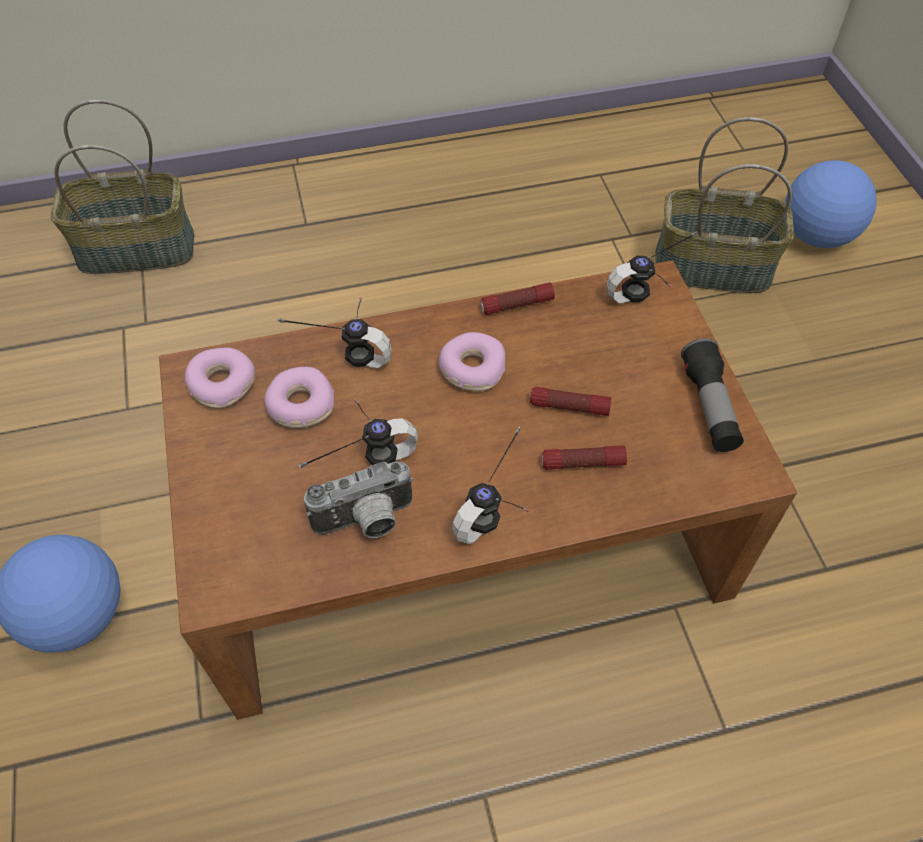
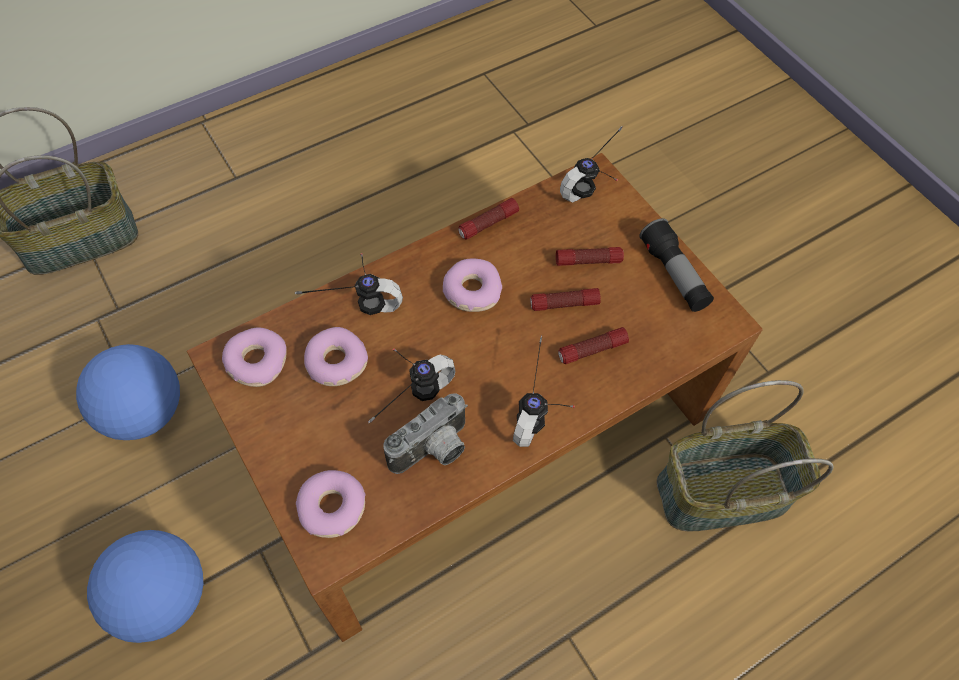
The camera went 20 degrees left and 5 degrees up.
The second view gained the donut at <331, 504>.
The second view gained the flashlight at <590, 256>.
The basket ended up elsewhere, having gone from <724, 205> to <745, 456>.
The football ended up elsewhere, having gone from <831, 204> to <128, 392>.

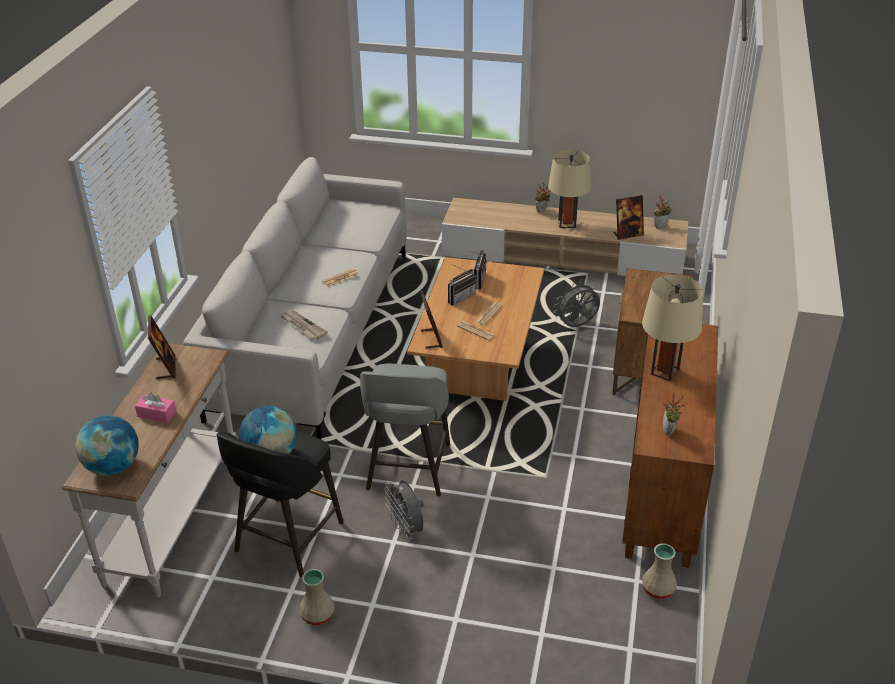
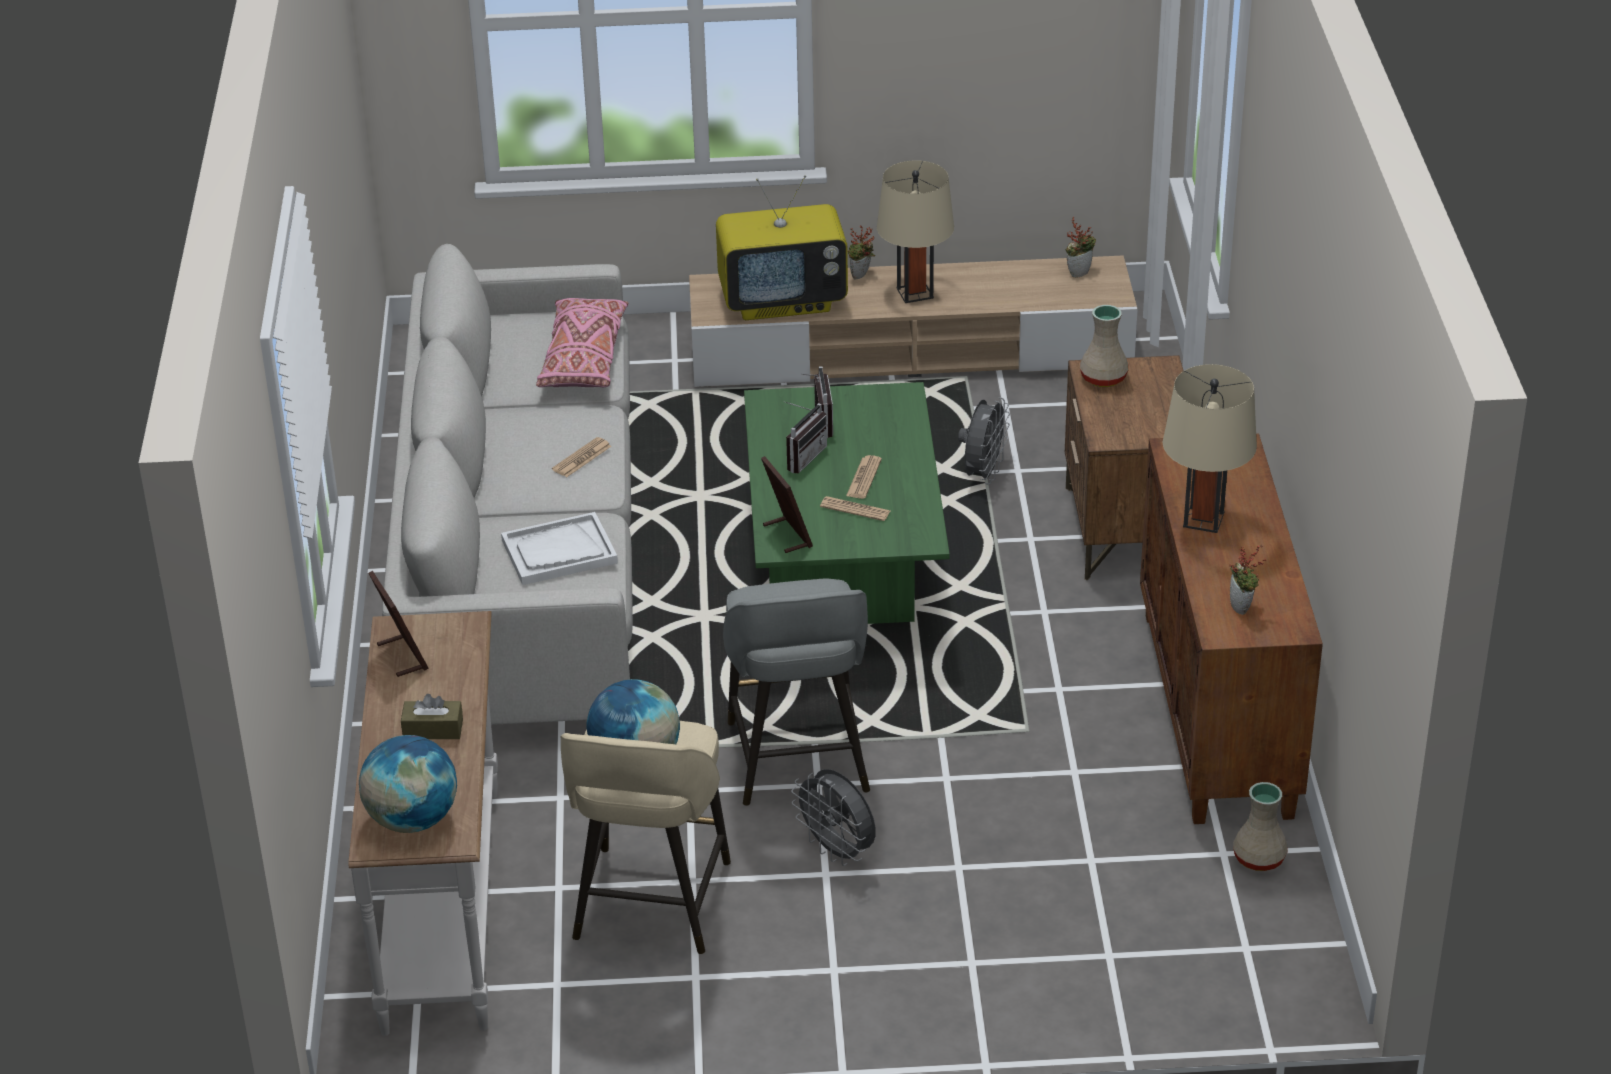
The camera went 15 degrees left and 0 degrees up.
The second view lost the picture frame at <628, 217>.
The second view gained the pink pillow at <582, 342>.
The second view gained the television at <782, 247>.
The beige vase ended up elsewhere, having gone from <317, 597> to <1104, 346>.
Where the newspaper stood at <304, 325>, the white tray came to stand at <559, 548>.
What was the pink tissue box at <155, 408> turned into the brown tissue box at <432, 716>.
What was the black stool at <280, 504> turned into the beige stool at <645, 837>.
What was the brown coffee table at <475, 329> turned into the green coffee table at <847, 503>.
The grey fan at <577, 304> ended up facing another way, 150 degrees clockwise from before.

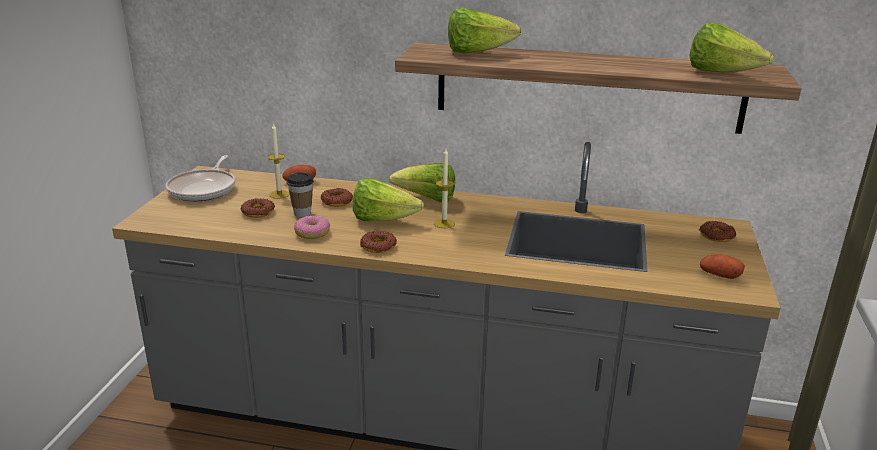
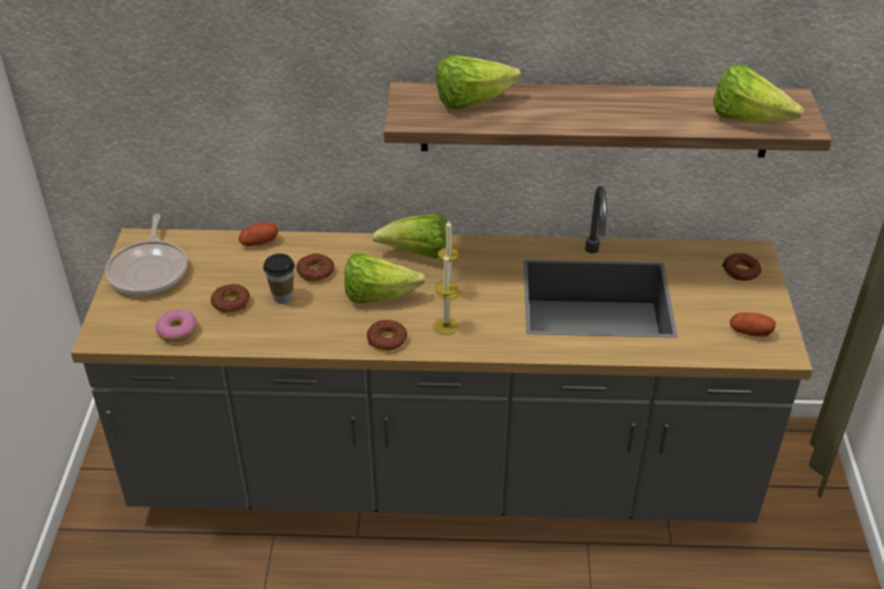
The camera went 10 degrees left and 15 degrees up.
The candle ended up elsewhere, having gone from <279, 161> to <446, 294>.
The donut ended up elsewhere, having gone from <312, 227> to <176, 326>.

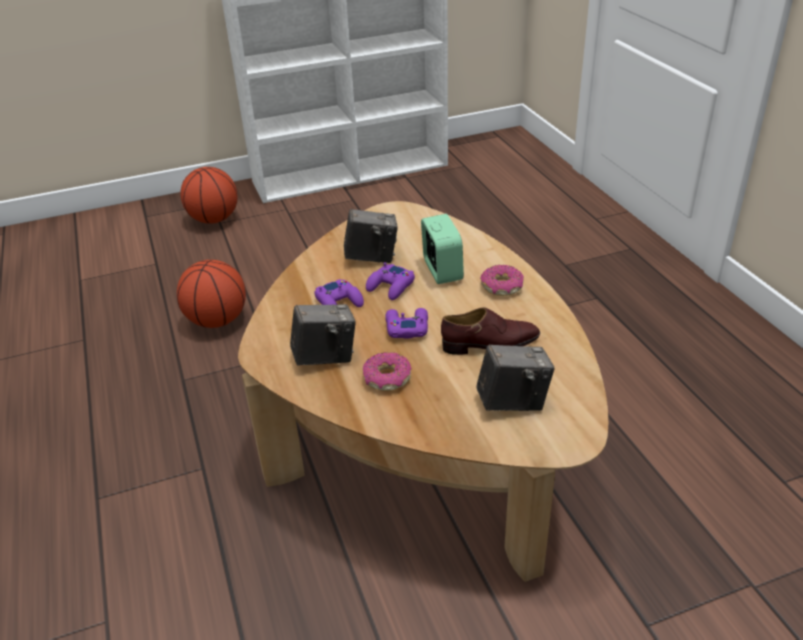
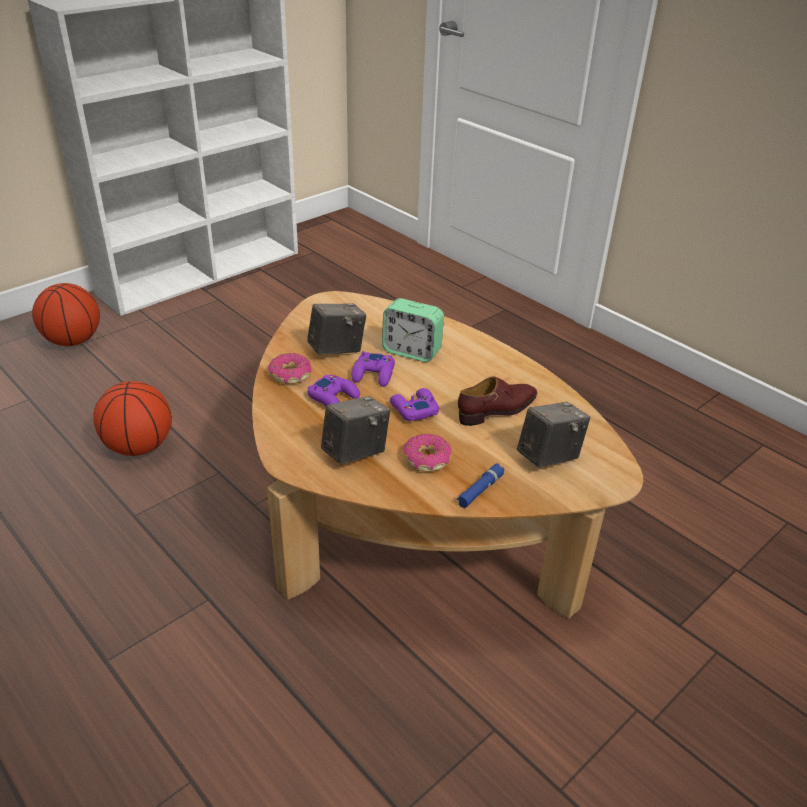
The camera went 25 degrees left and 0 degrees up.
The second view gained the blue flashlight at <480, 485>.
The donut ended up elsewhere, having gone from <502, 280> to <289, 368>.
The alarm clock at <442, 249> ended up facing another way, 150 degrees clockwise from before.

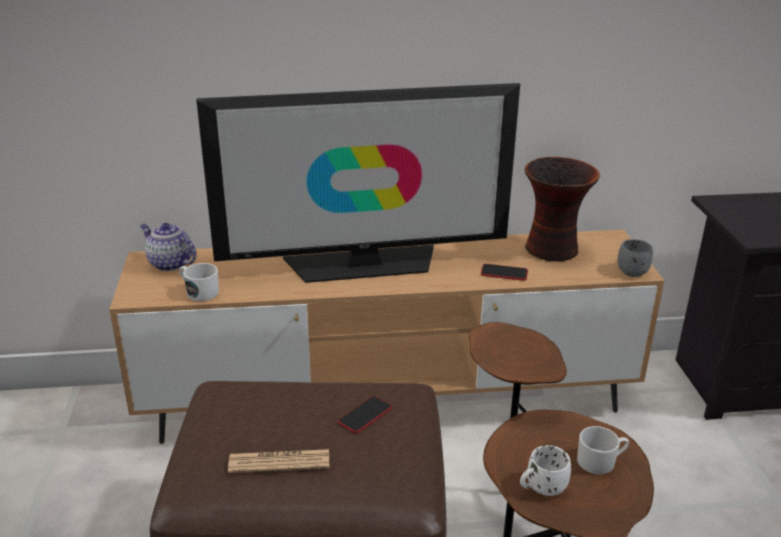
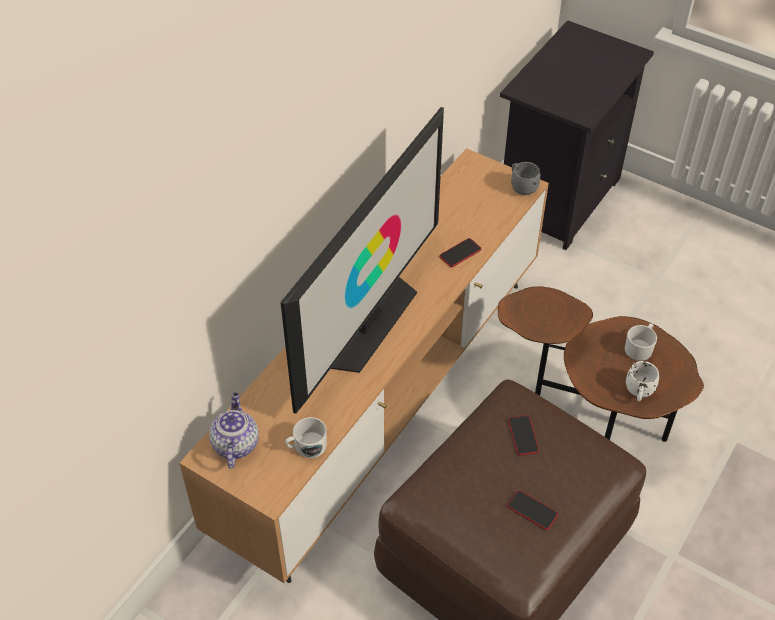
The camera went 50 degrees left and 20 degrees up.
The second view lost the vase at <562, 209>.
Where the newspaper stood at <278, 461>, the phone came to stand at <532, 510>.
The teapot at <168, 247> ended up facing another way, 105 degrees clockwise from before.

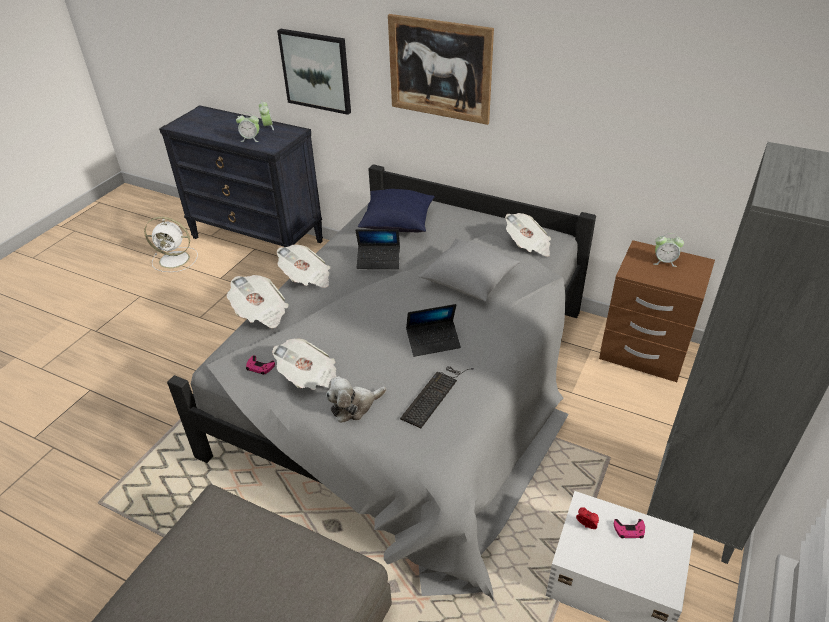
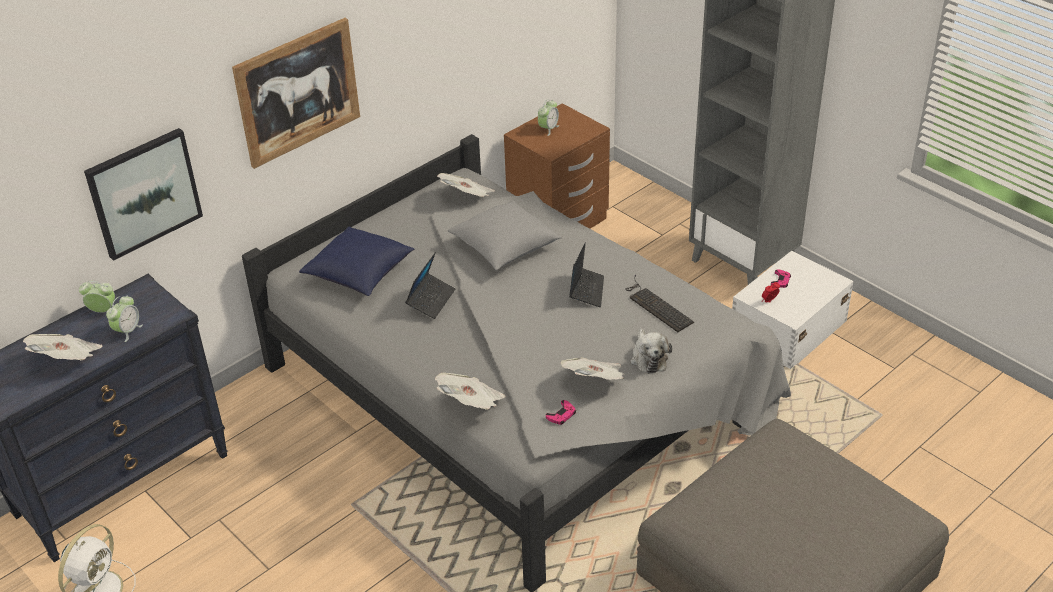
The camera went 70 degrees left and 0 degrees up.
The newspaper ended up elsewhere, having gone from <303, 266> to <62, 347>.

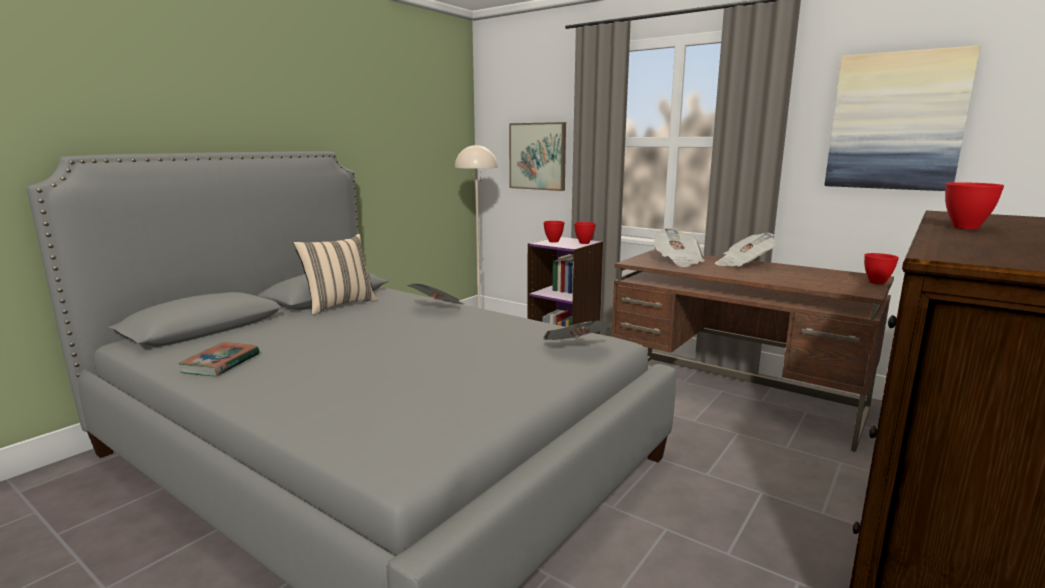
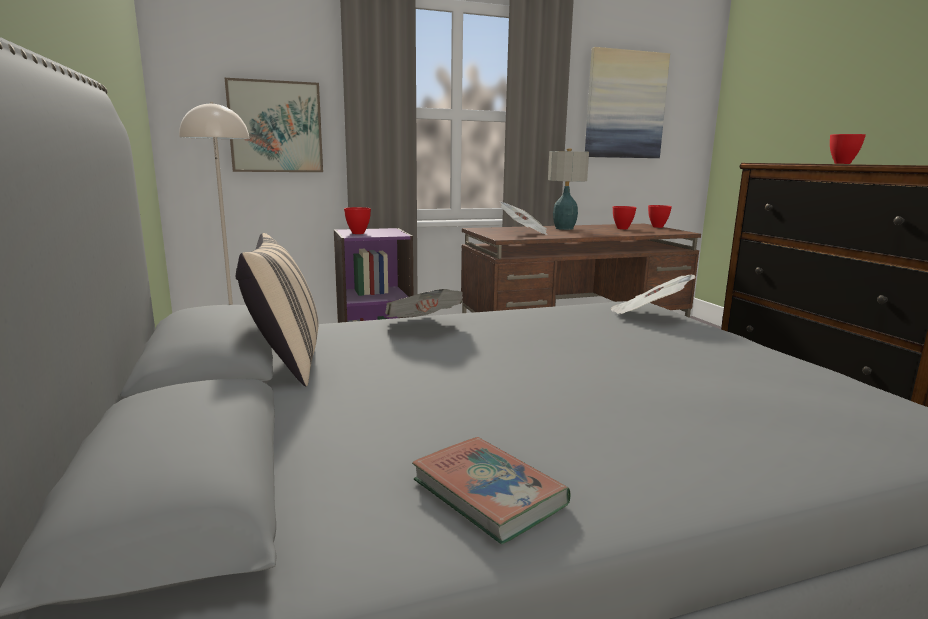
The camera went 55 degrees left and 0 degrees up.
The red bowl ended up elsewhere, having gone from <585, 233> to <624, 217>.
Where the newspaper stood at <745, 250>, the table lamp came to stand at <568, 189>.

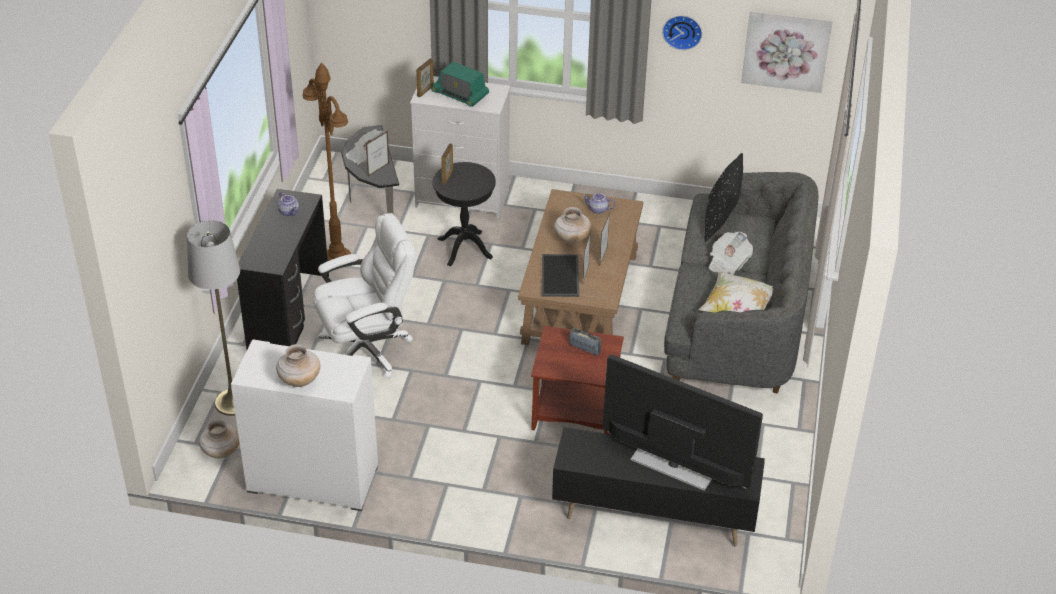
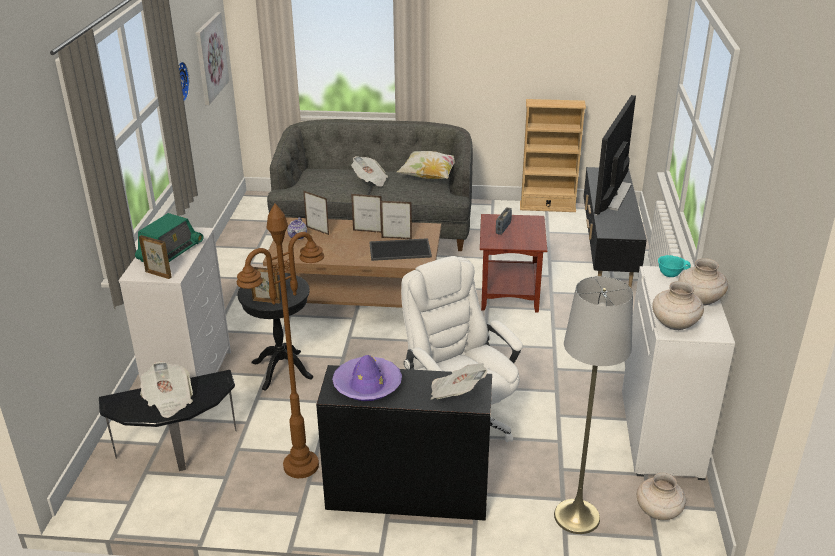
The camera went 95 degrees left and 10 degrees down.
The second view lost the black pillow at <723, 197>.
The second view gained the newspaper at <459, 381>.
The second view gained the beige bookcase at <553, 155>.
The second view gained the turquoise bowl at <674, 266>.
The picture frame ended up elsewhere, having gone from <377, 153> to <316, 213>.
The beige vase ended up elsewhere, having gone from <572, 225> to <678, 305>.
Where the teapot stood at <288, 204>, the purple hat came to stand at <367, 378>.

